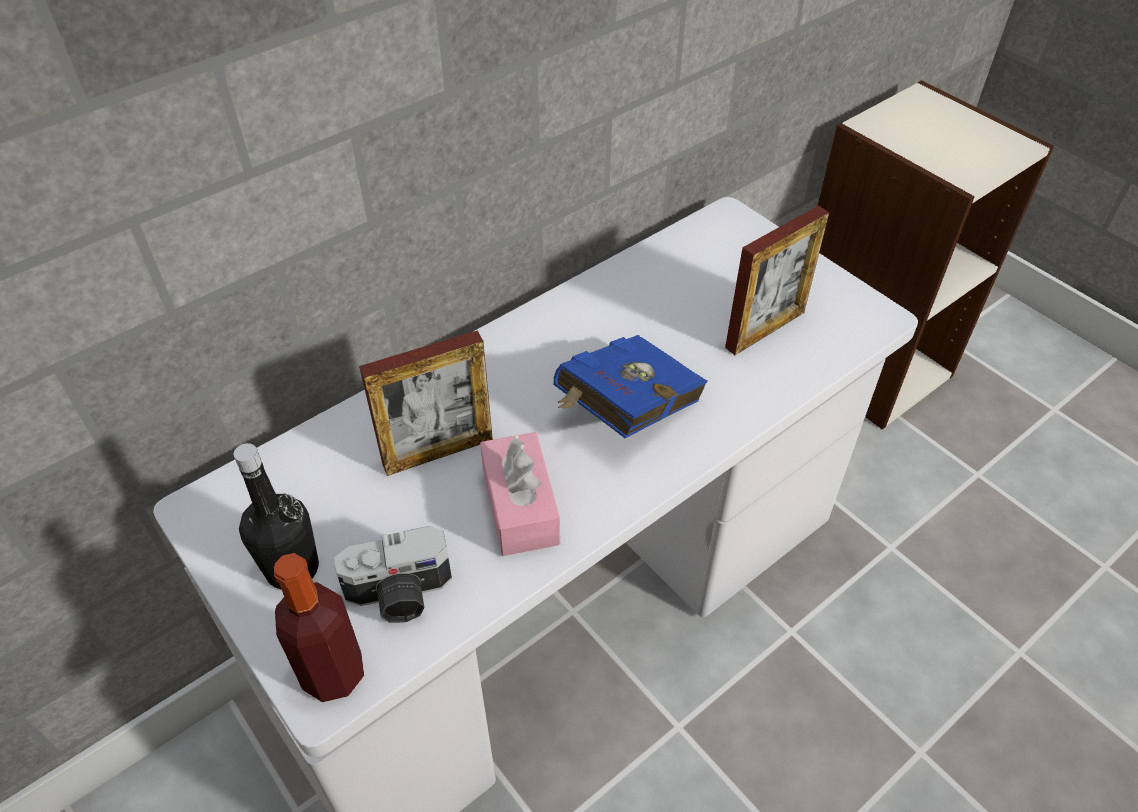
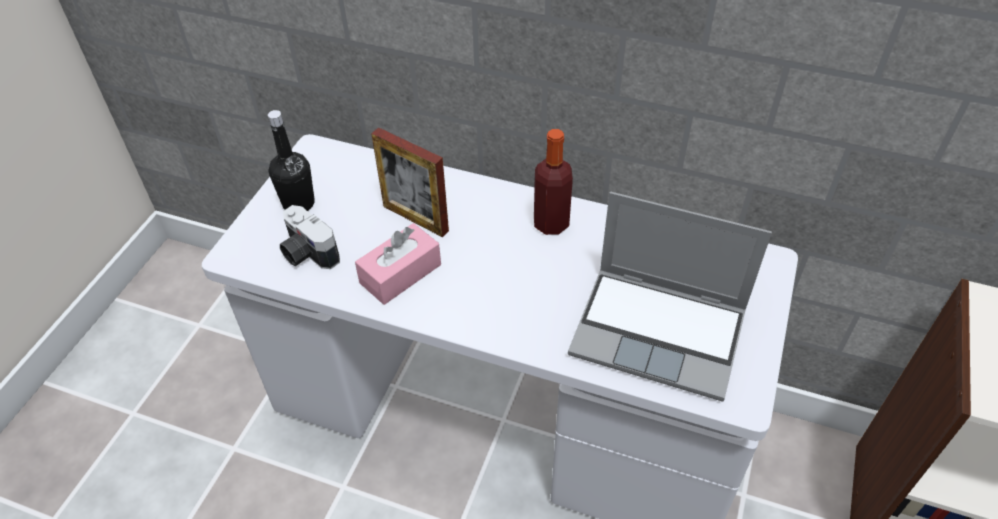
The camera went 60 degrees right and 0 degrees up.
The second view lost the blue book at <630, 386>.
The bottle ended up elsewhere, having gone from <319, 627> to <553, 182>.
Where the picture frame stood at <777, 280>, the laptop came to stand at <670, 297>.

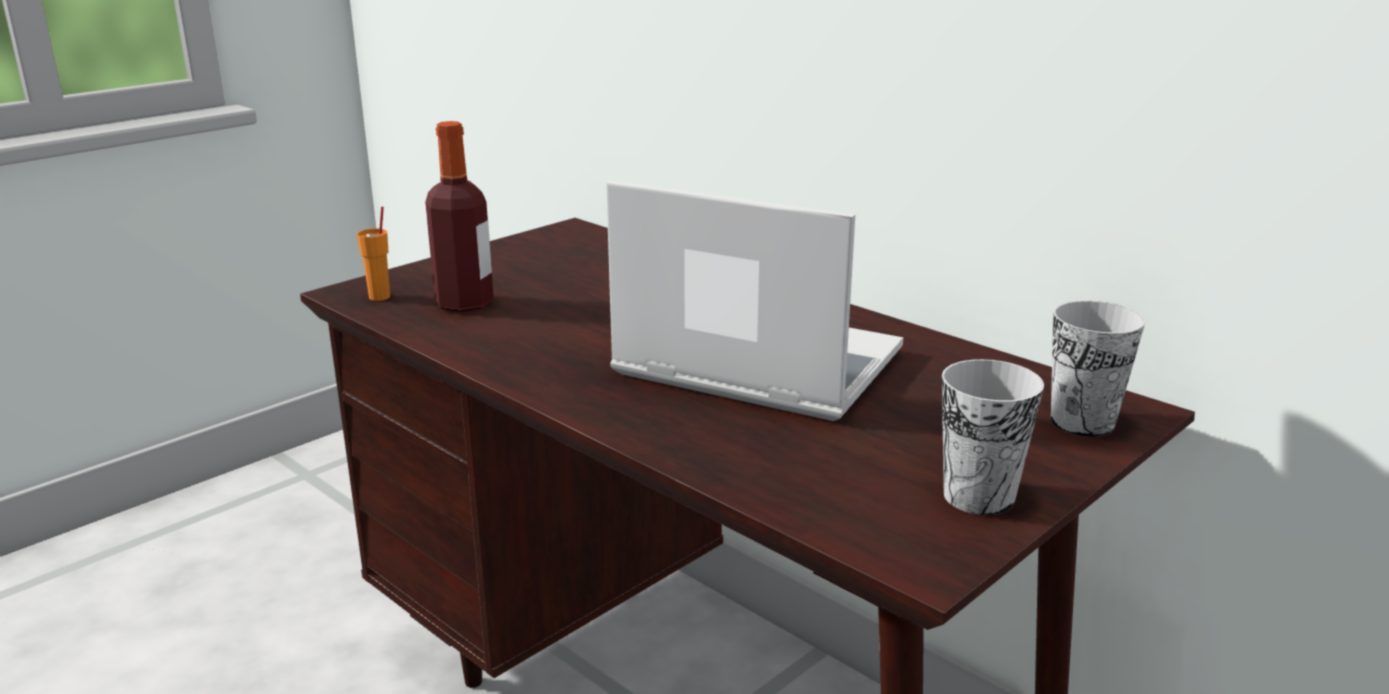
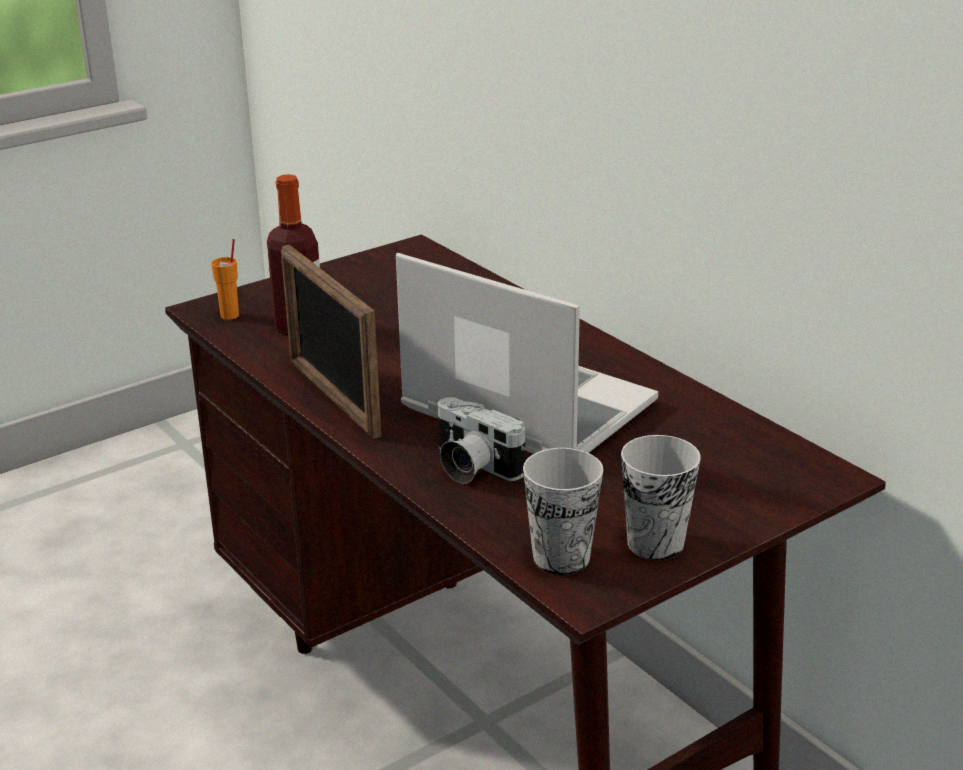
The camera went 10 degrees right and 5 degrees up.
The second view gained the picture frame at <331, 341>.
The second view gained the photo camera at <481, 440>.
The cup ended up elsewhere, having gone from <1098, 369> to <563, 511>.

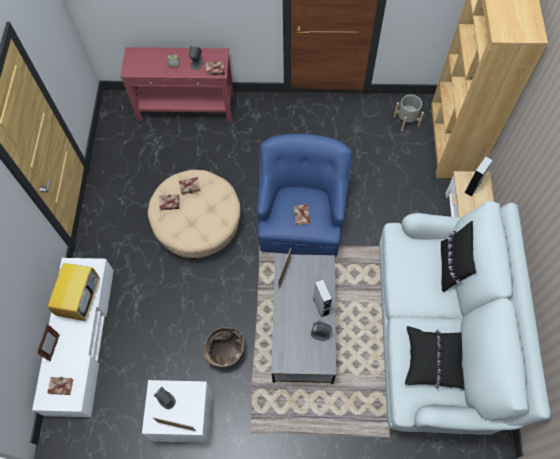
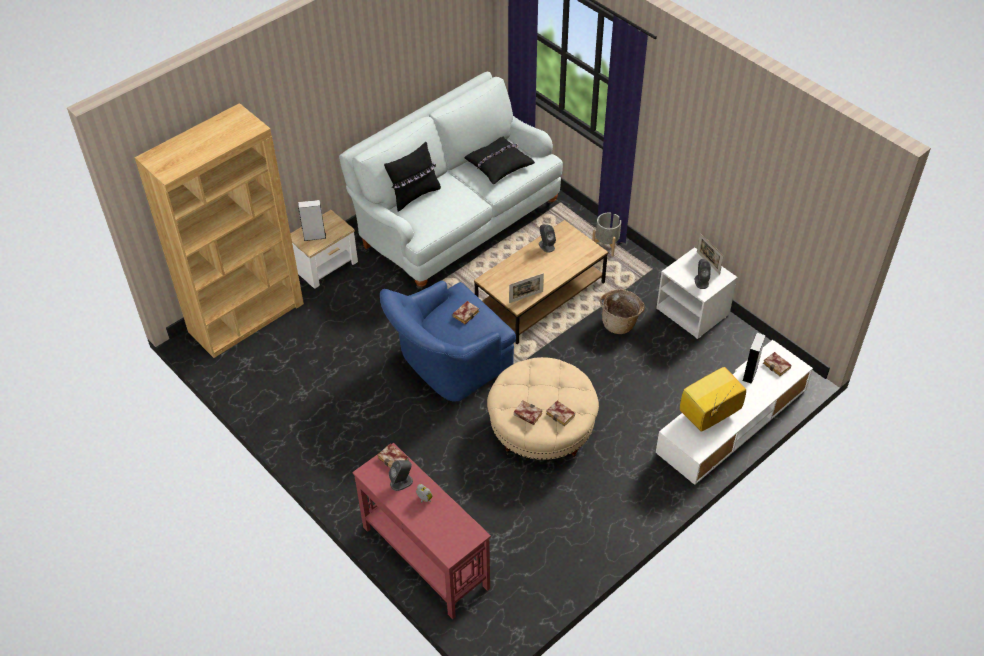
The camera went 135 degrees left and 15 degrees down.
The second view lost the picture frame at <48, 343>.
The grey speaker ended up elsewhere, having gone from <322, 298> to <754, 358>.
The grey planter ended up elsewhere, having gone from <409, 113> to <606, 234>.
What was the grey coffee table at <303, 319> turned into the brown coffee table at <541, 282>.

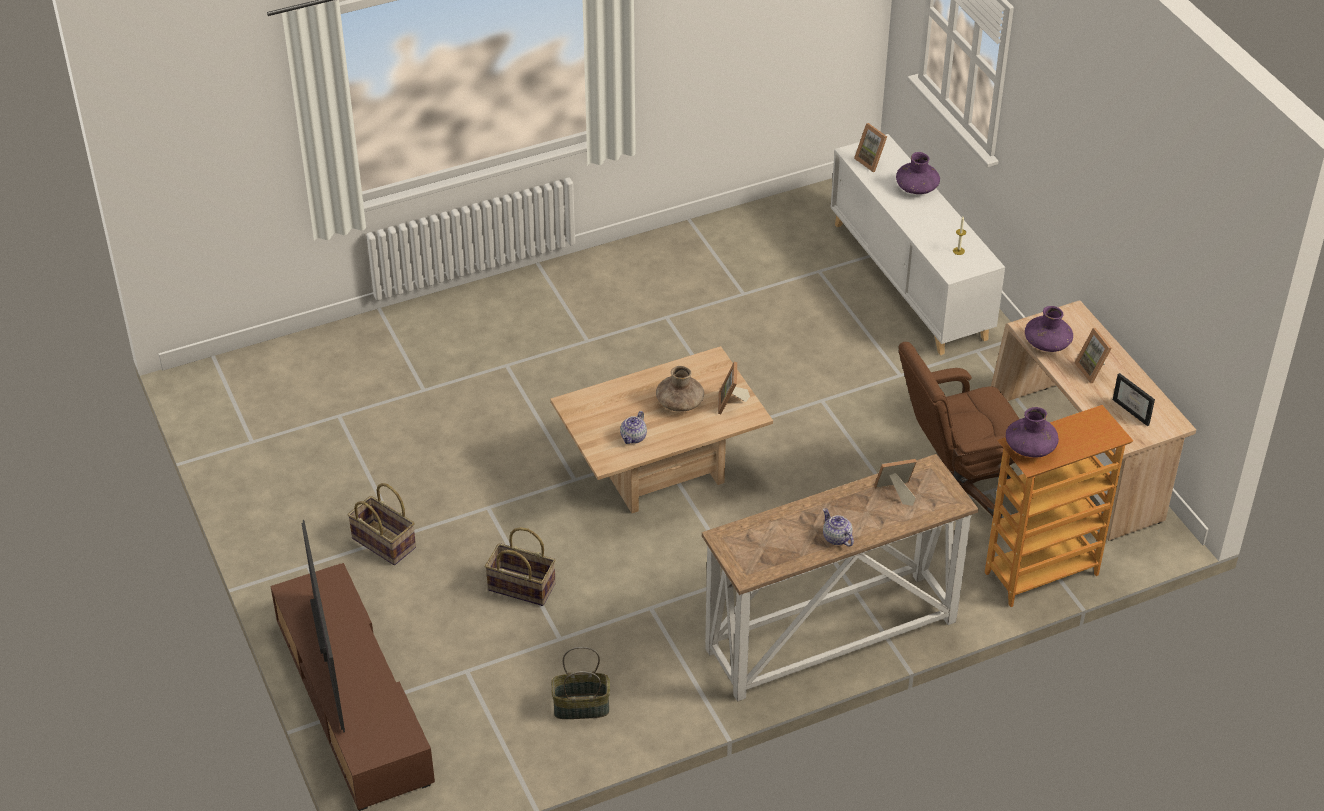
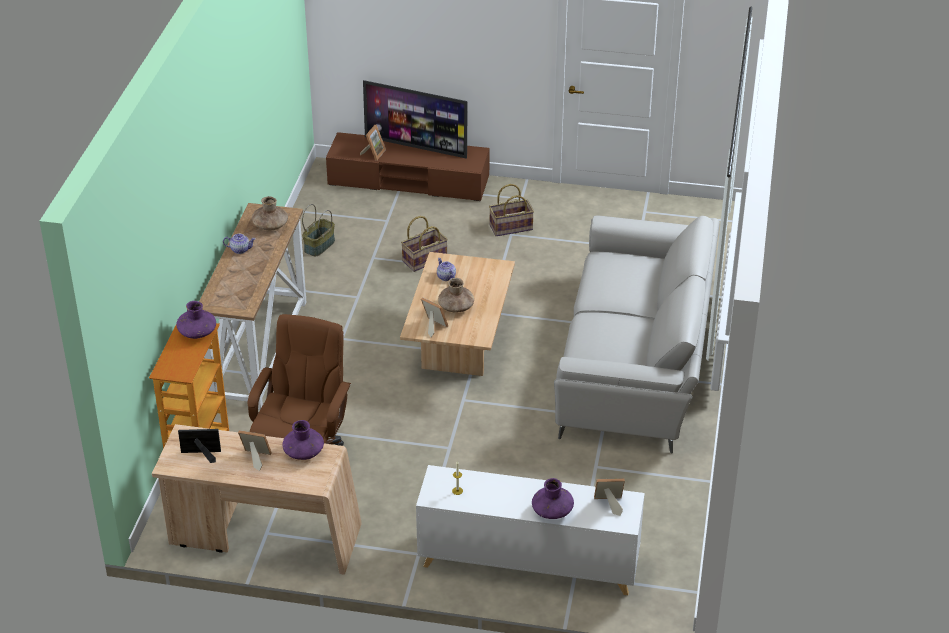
The camera went 125 degrees right and 5 degrees down.
The second view gained the brown vase at <270, 213>.
The second view gained the grey sofa at <637, 335>.
The picture frame ended up elsewhere, having gone from <895, 482> to <373, 142>.

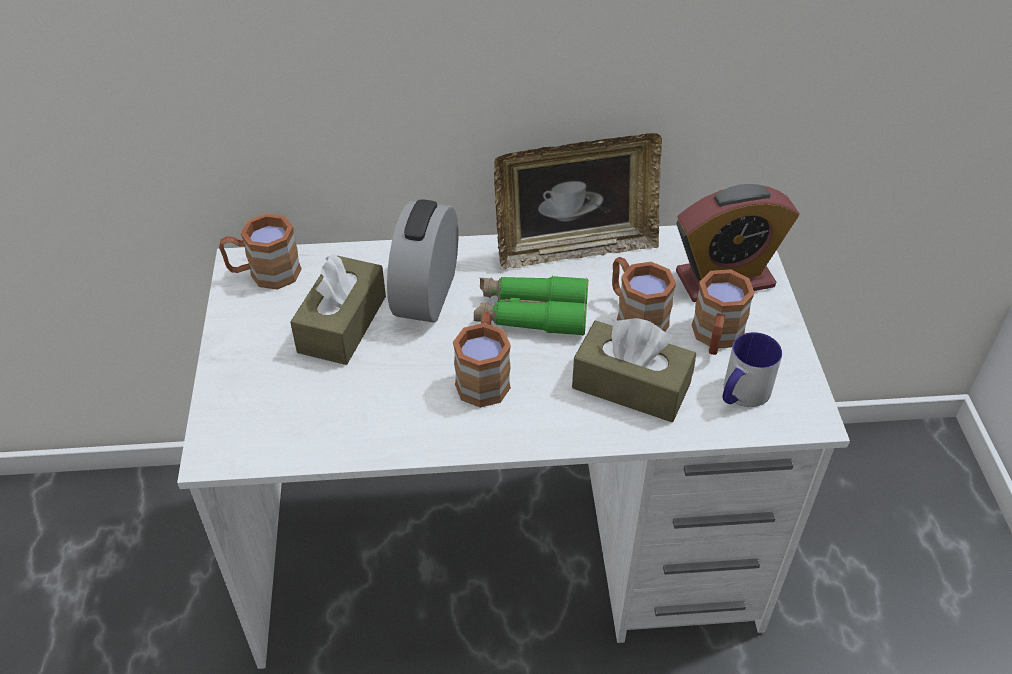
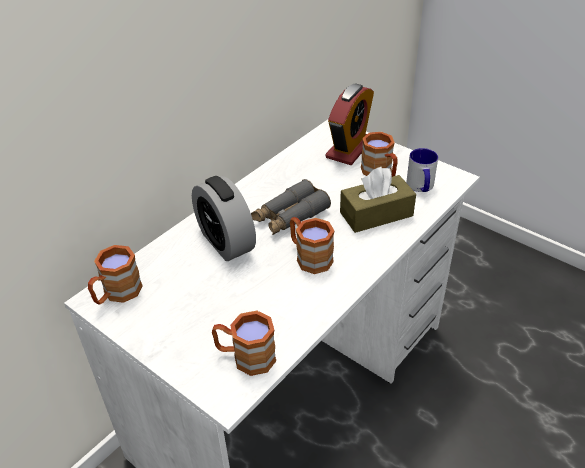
The camera went 45 degrees left and 5 degrees down.
The second view lost the brown tissue box at <338, 309>.
The second view lost the picture frame at <578, 201>.
The brown mug ended up elsewhere, having gone from <644, 294> to <244, 343>.
What was the green binoculars at <531, 306> turned into the grey binoculars at <291, 207>.

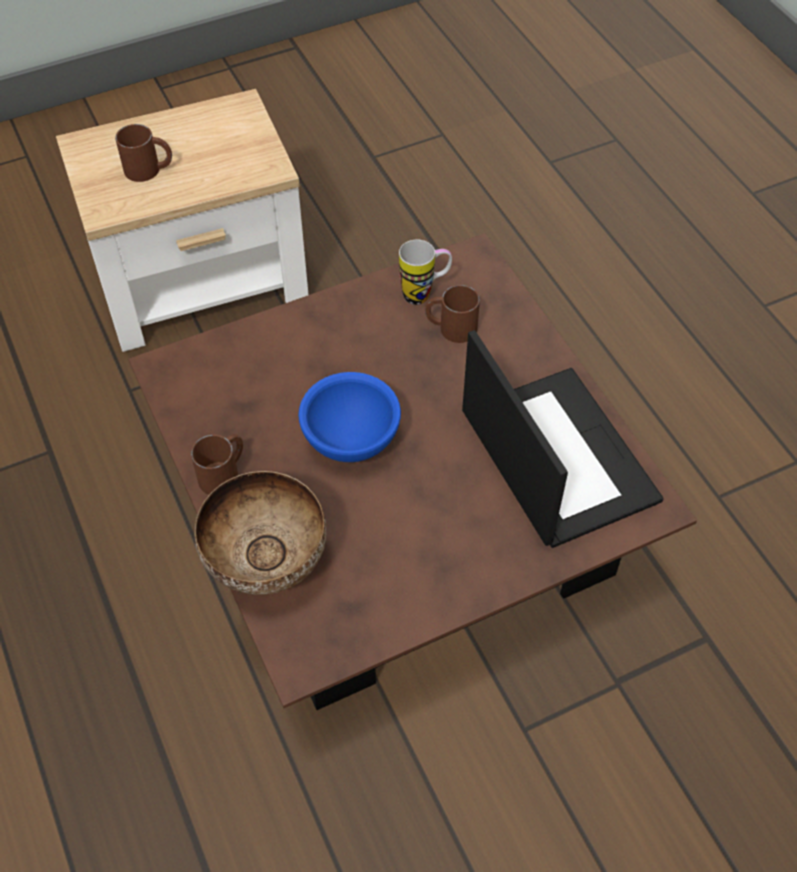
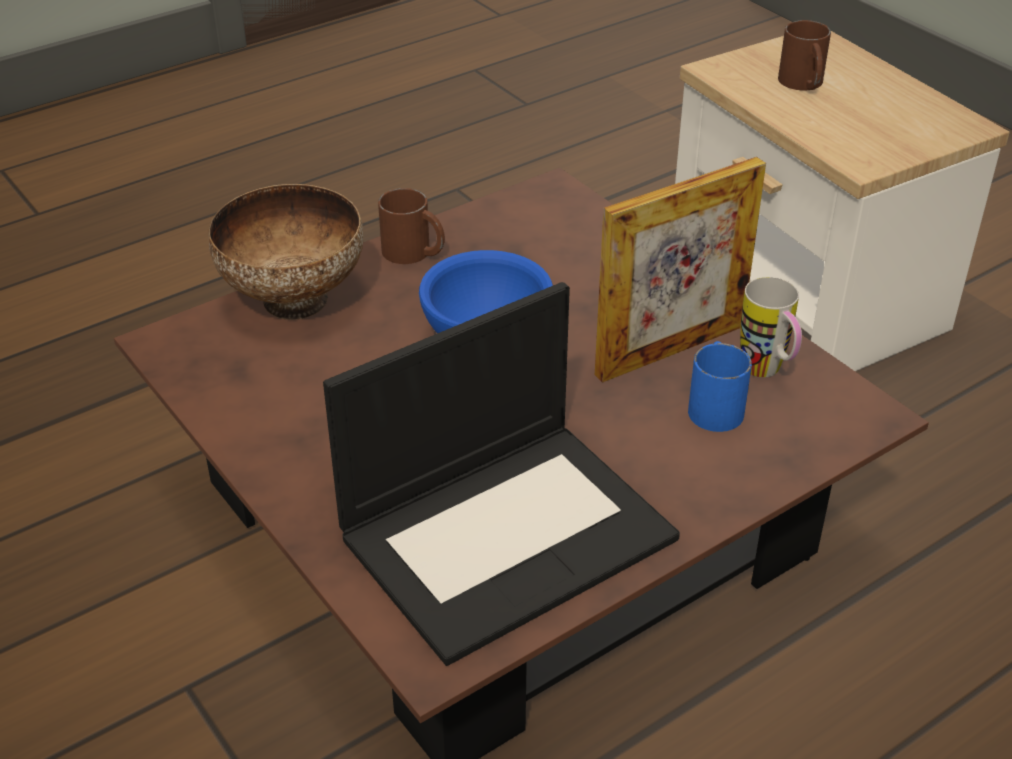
The camera went 80 degrees right and 15 degrees down.
The second view gained the picture frame at <680, 270>.
What was the brown mug at <452, 314> turned into the blue mug at <720, 386>.

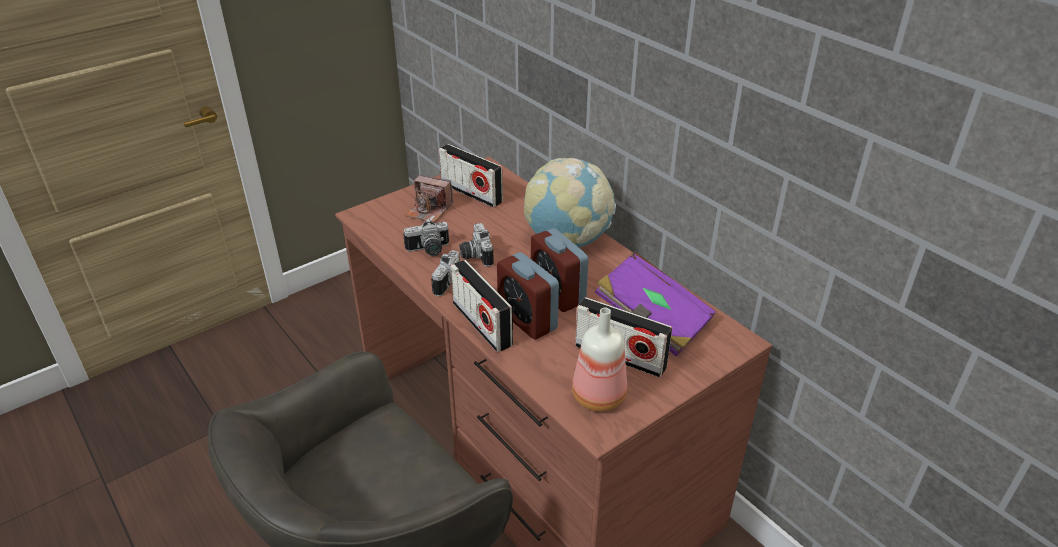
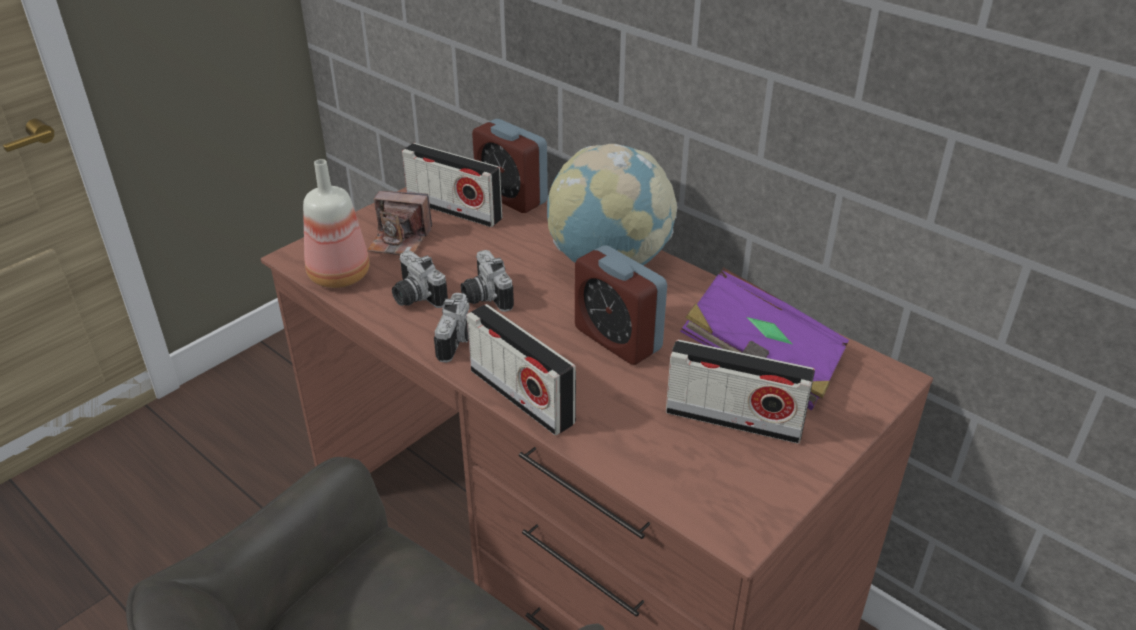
The camera went 10 degrees left and 0 degrees up.
The alarm clock ended up elsewhere, having gone from <528, 295> to <510, 166>.
The bottle ended up elsewhere, having gone from <599, 359> to <336, 223>.
The photo camera at <426, 237> ended up facing another way, 75 degrees clockwise from before.

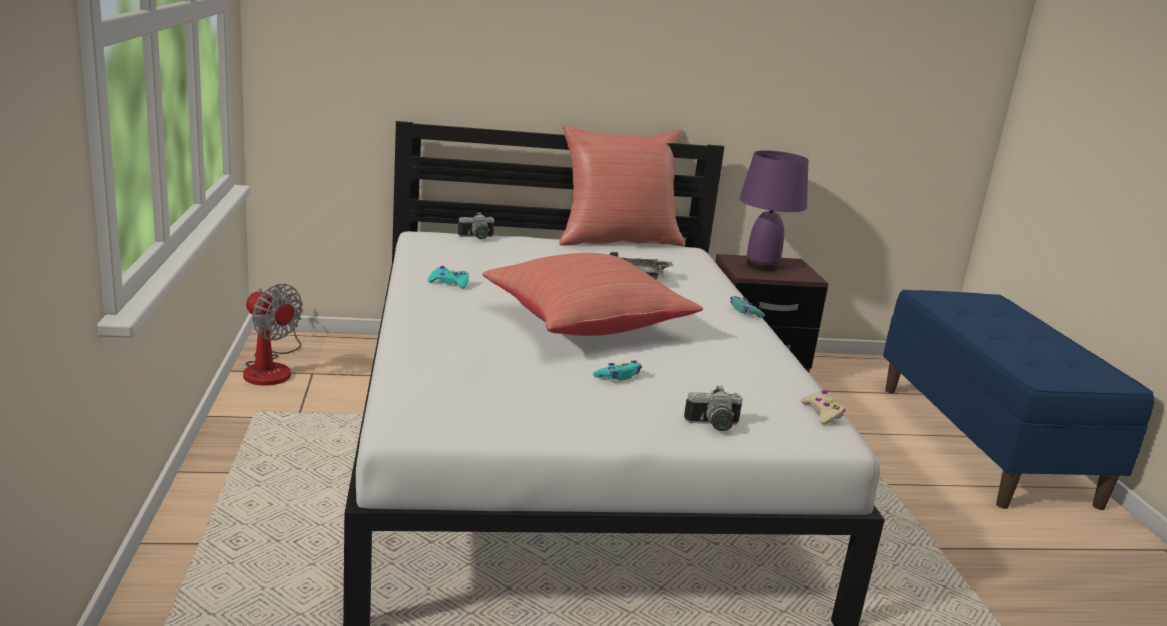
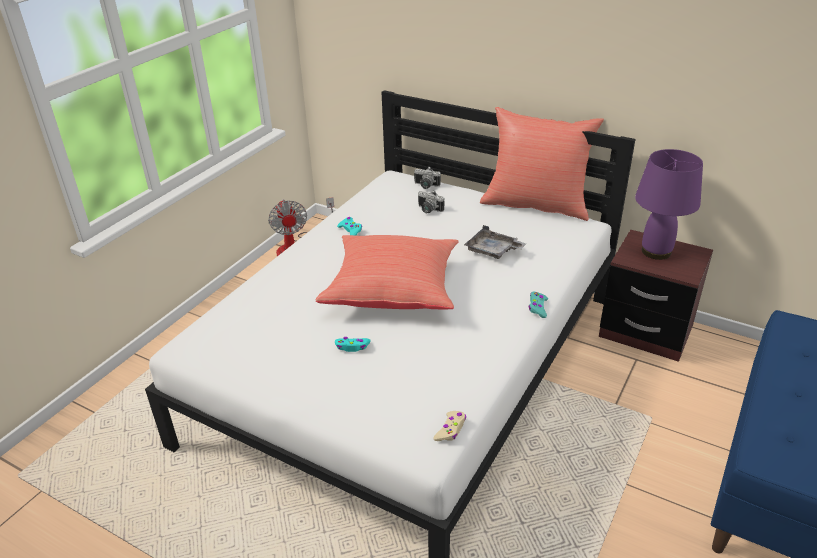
The camera went 40 degrees right and 15 degrees up.
The photo camera ended up elsewhere, having gone from <713, 408> to <431, 201>.

